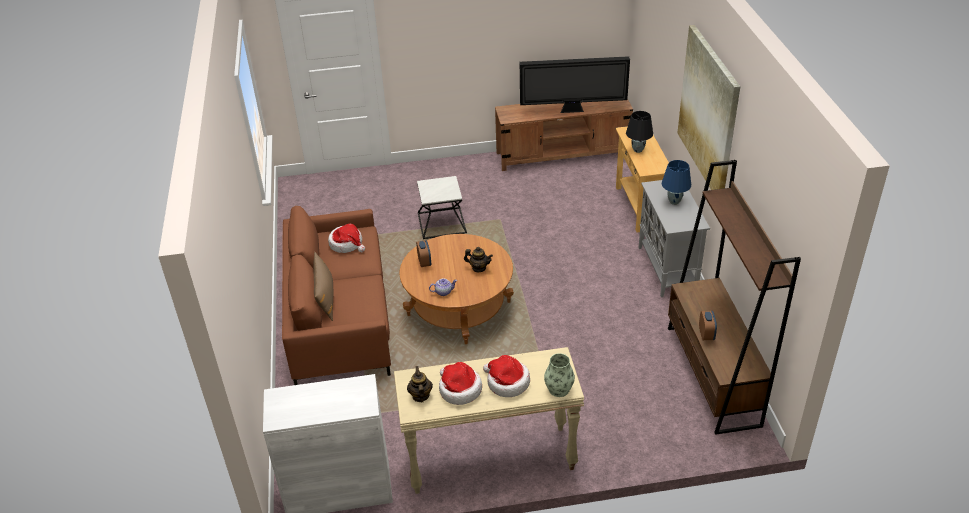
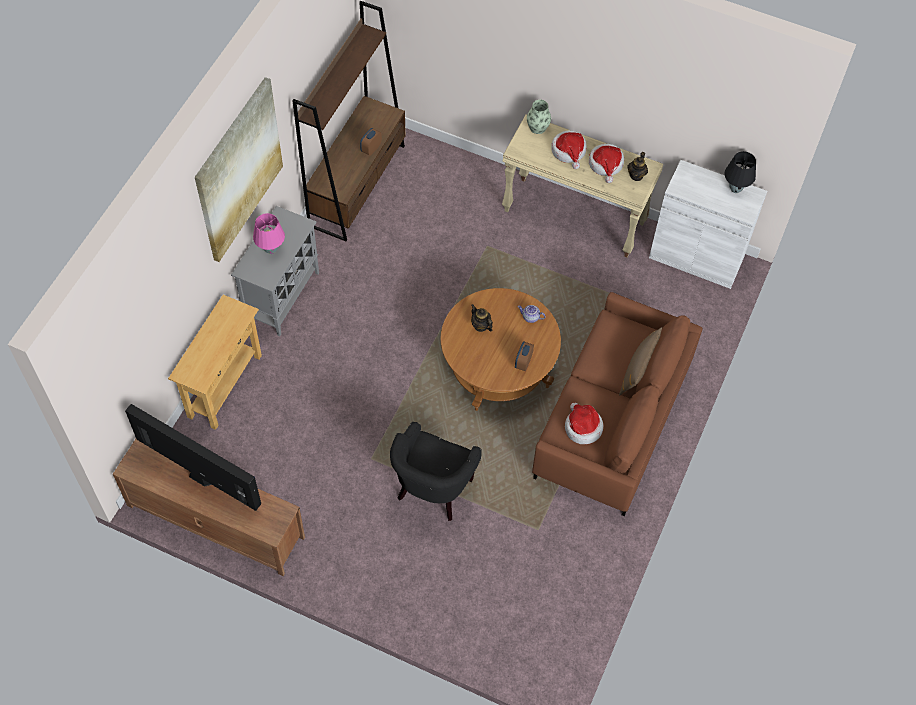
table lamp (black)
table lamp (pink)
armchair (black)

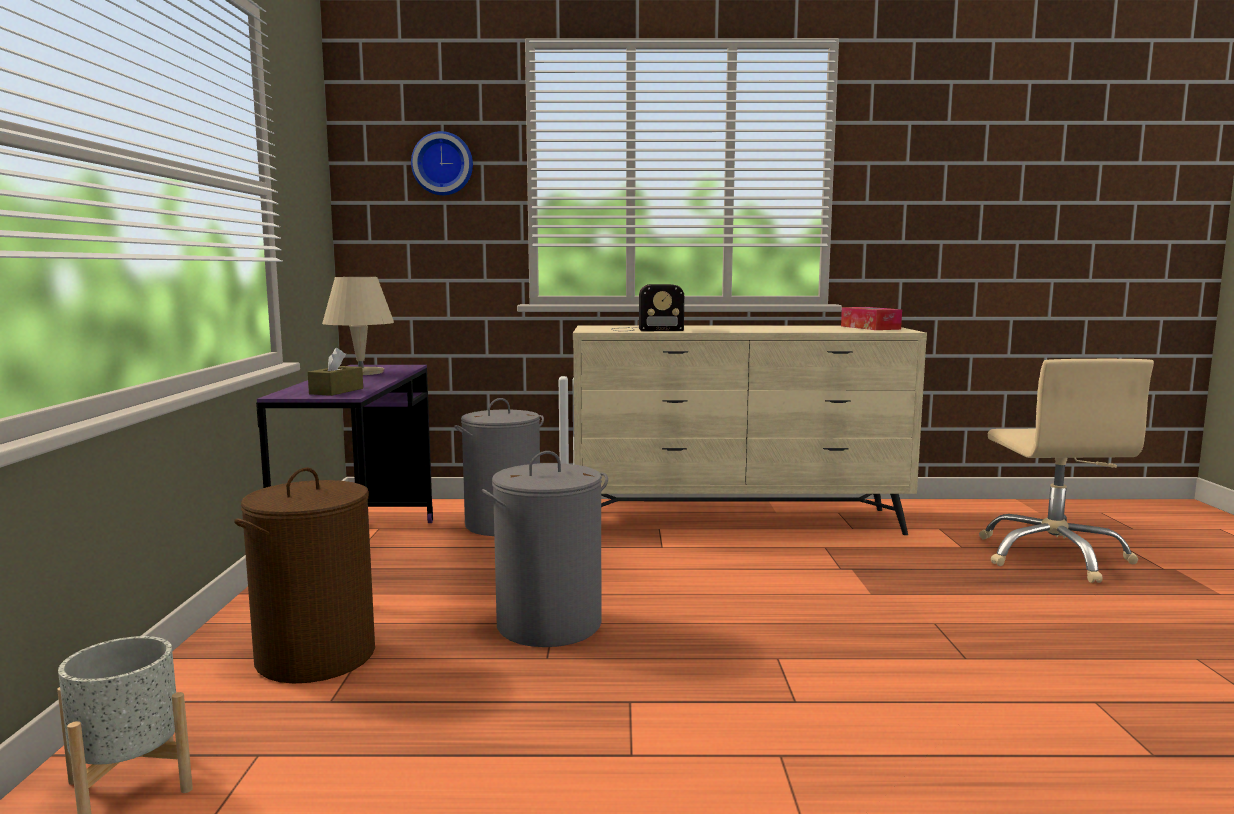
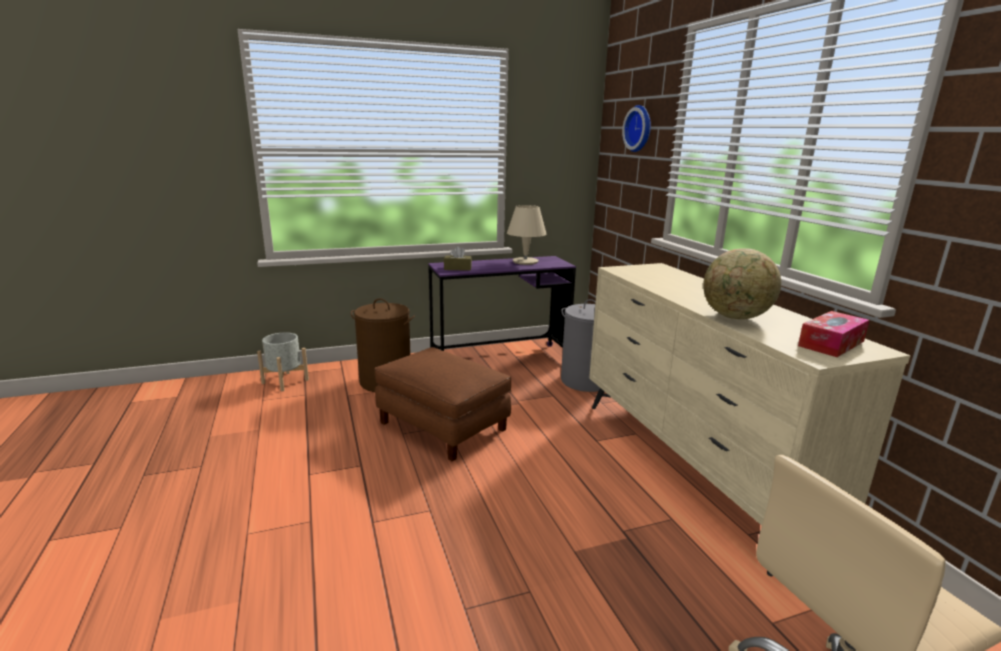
radio
ottoman (brown)
globe

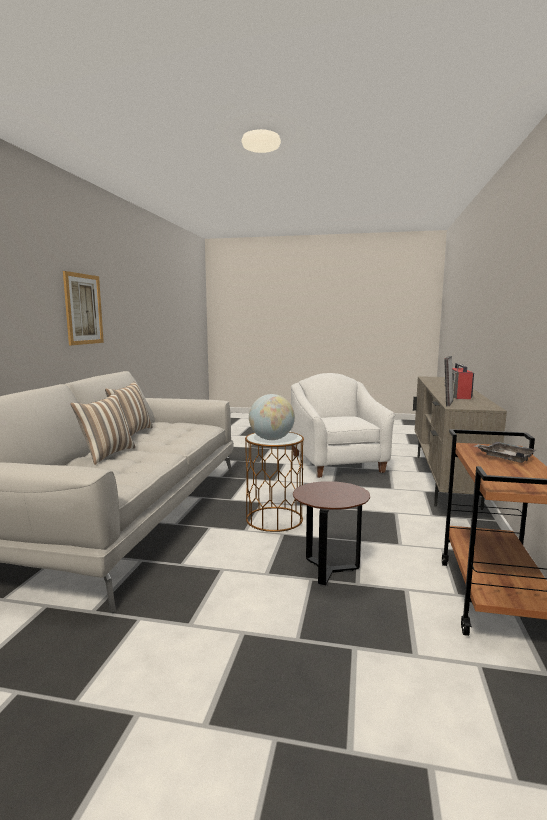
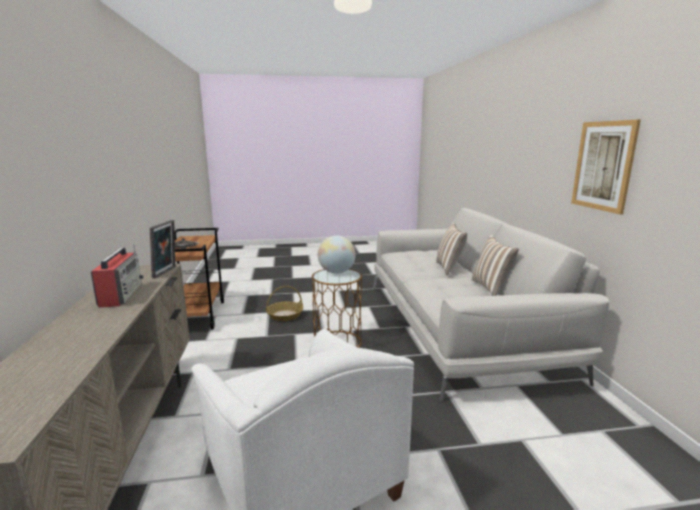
basket

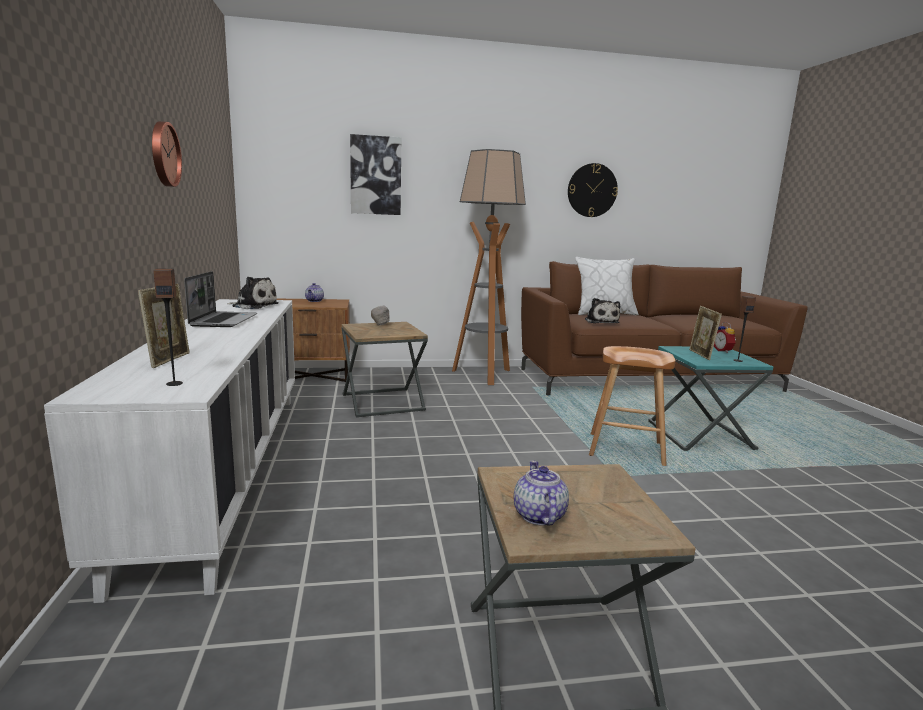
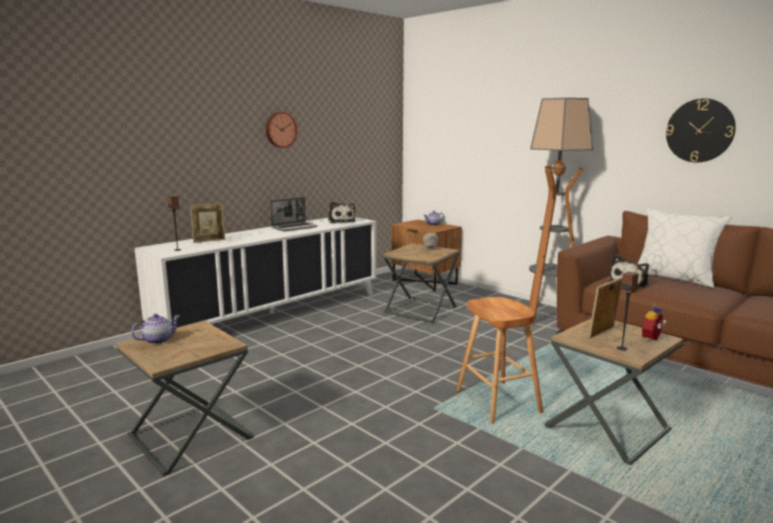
picture
side table (brown) (no. 3 from left)

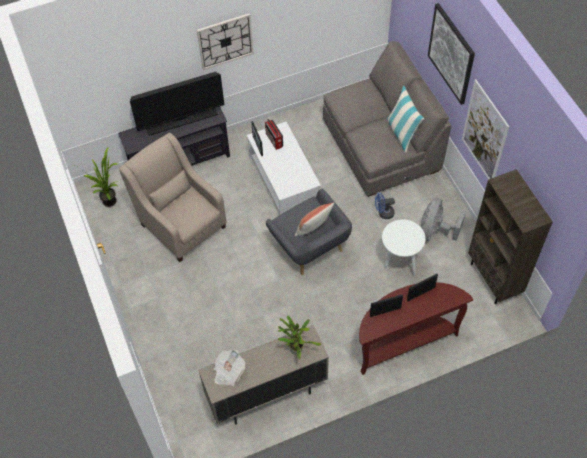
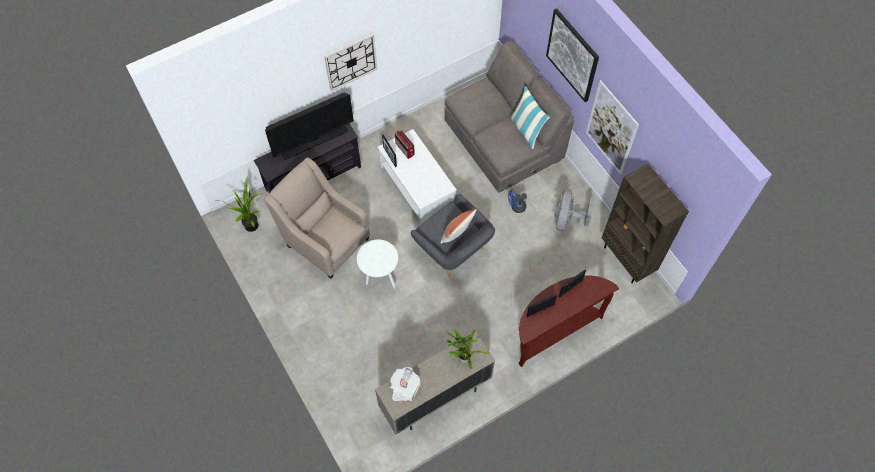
side table (white)

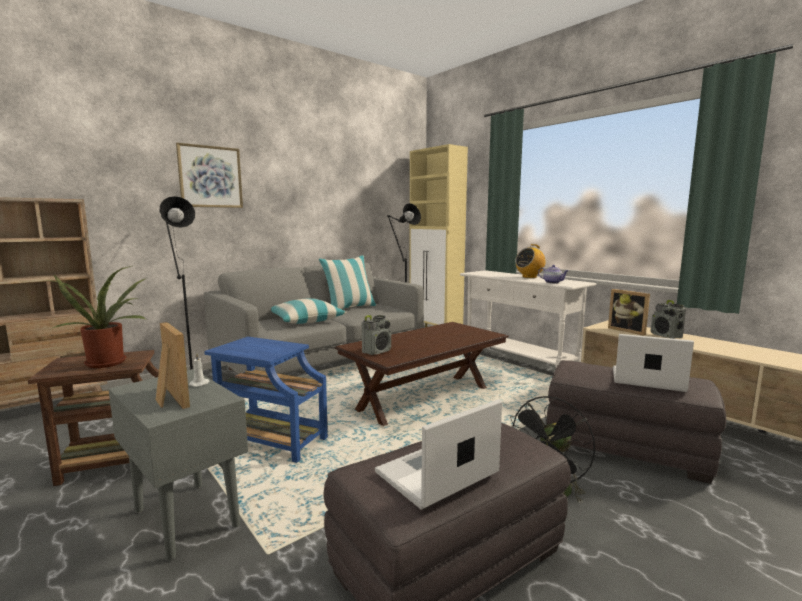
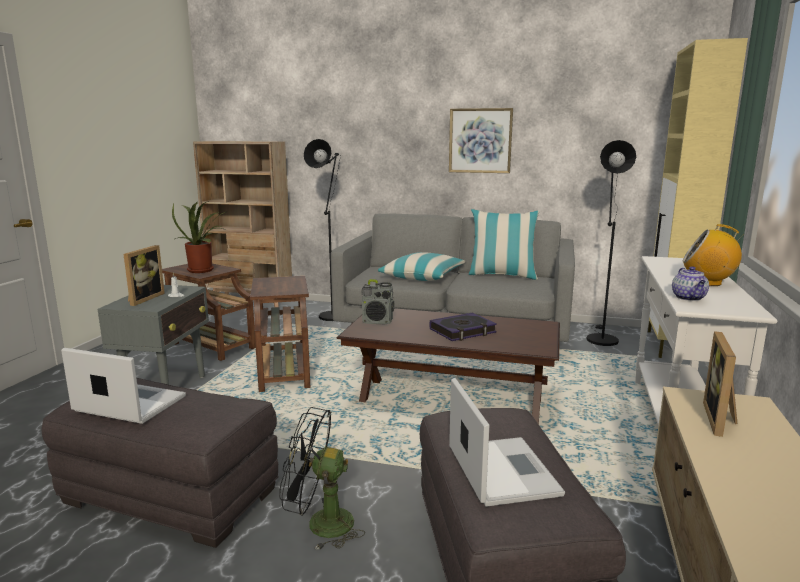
picture
radio (no. 3 from left in the first image)
side table (brown) (no. 2 from left)
book

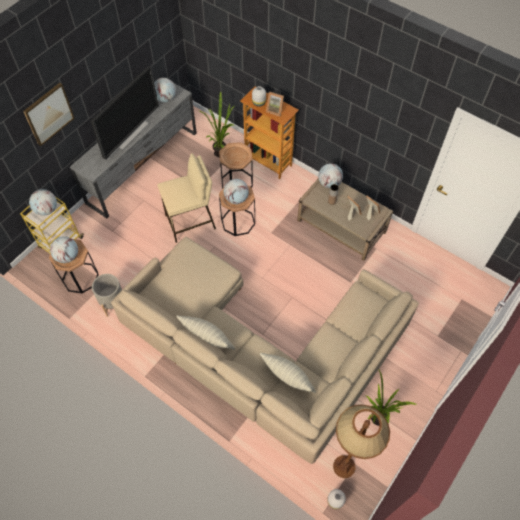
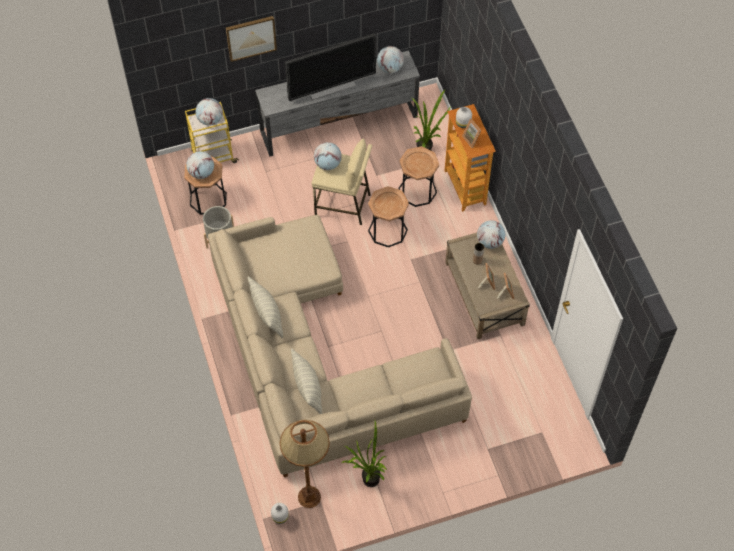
globe (no. 3 from left)

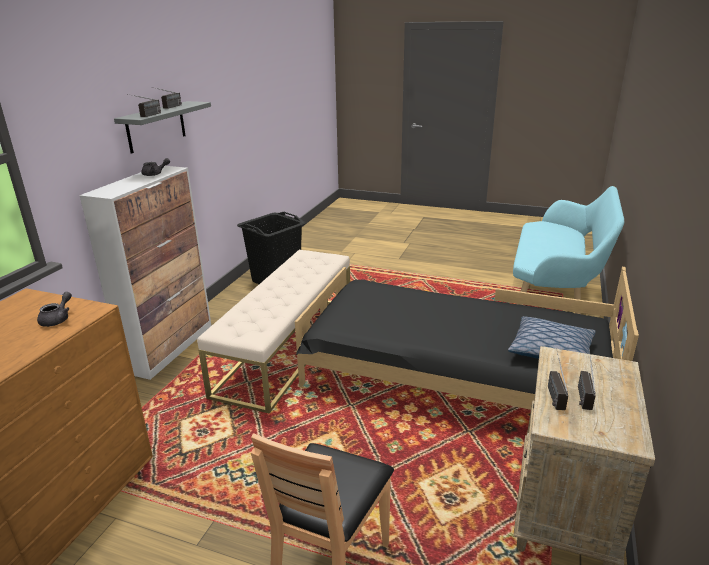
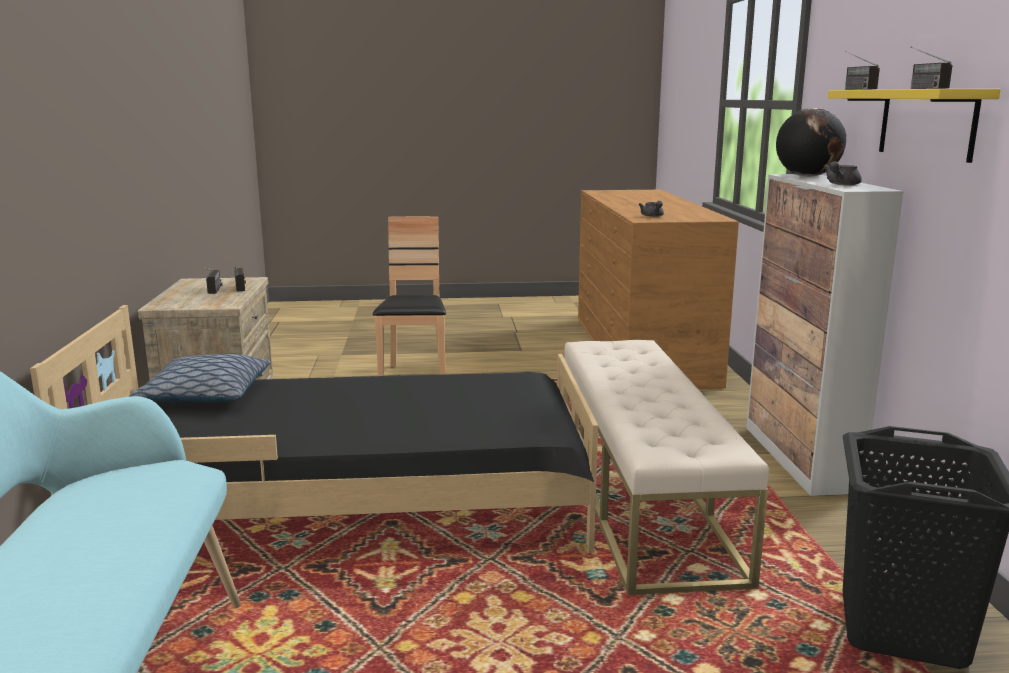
shelf (yellow)
globe

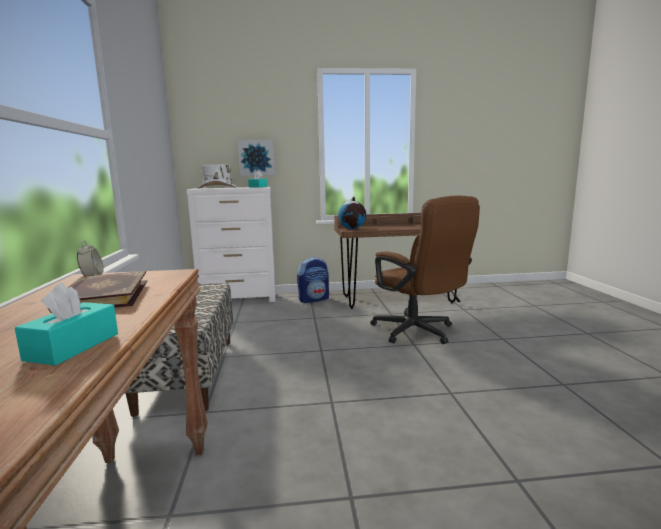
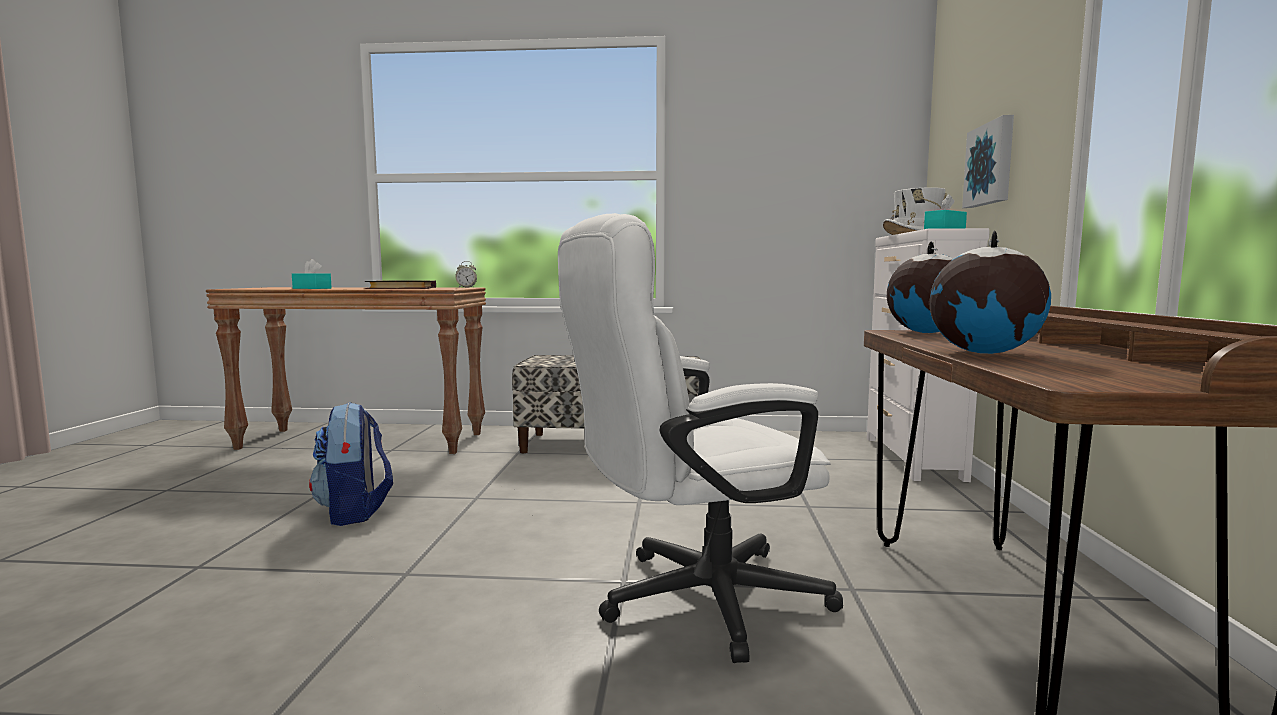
office chair (white)
backpack
globe (no. 2 from left)

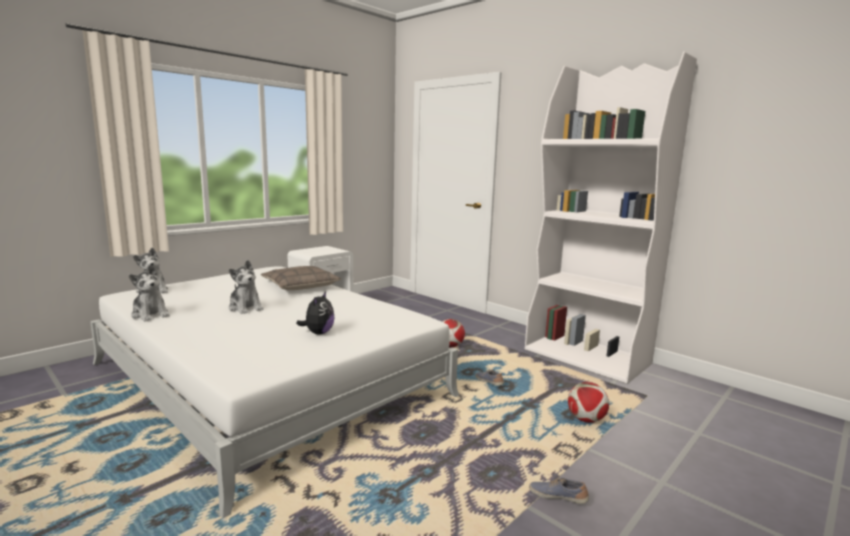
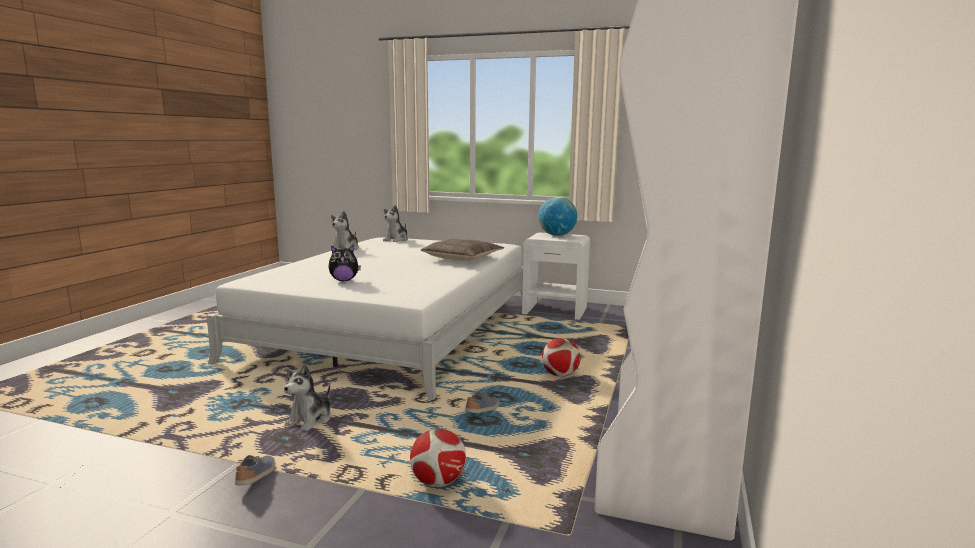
plush toy (no. 1 from left)
globe

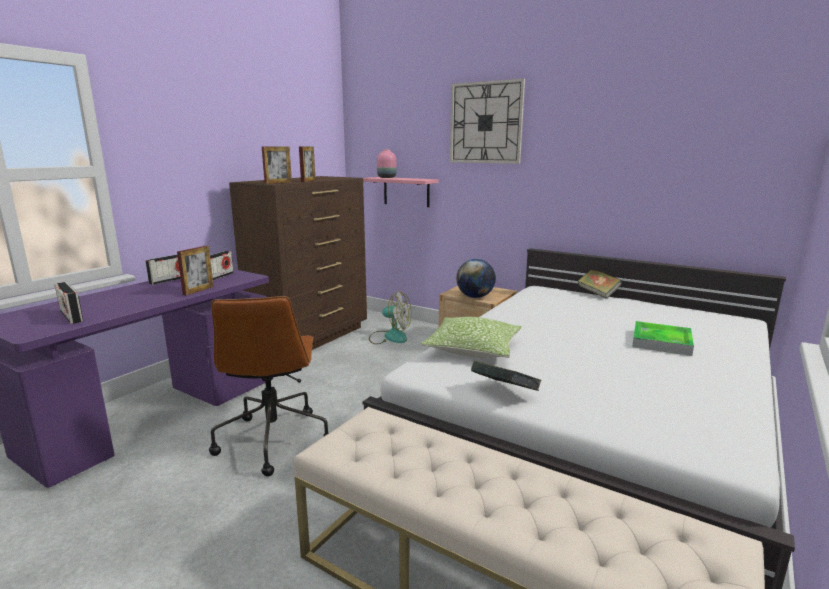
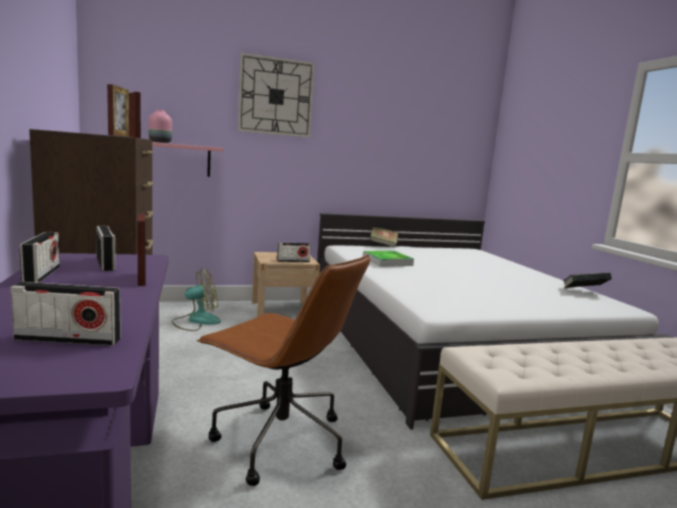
radio (no. 4 from left)
pillow
tray
book (no. 2 from left)

